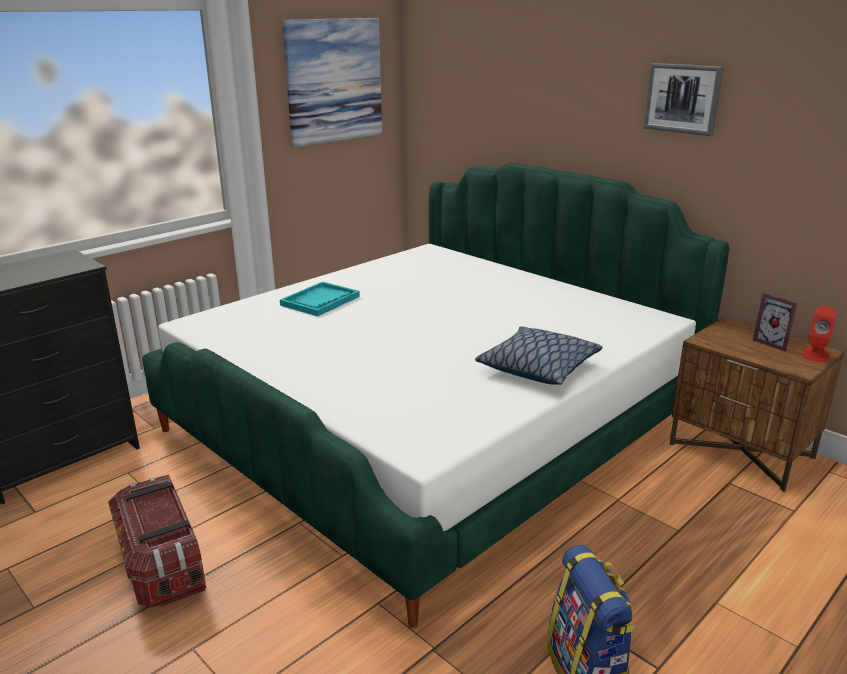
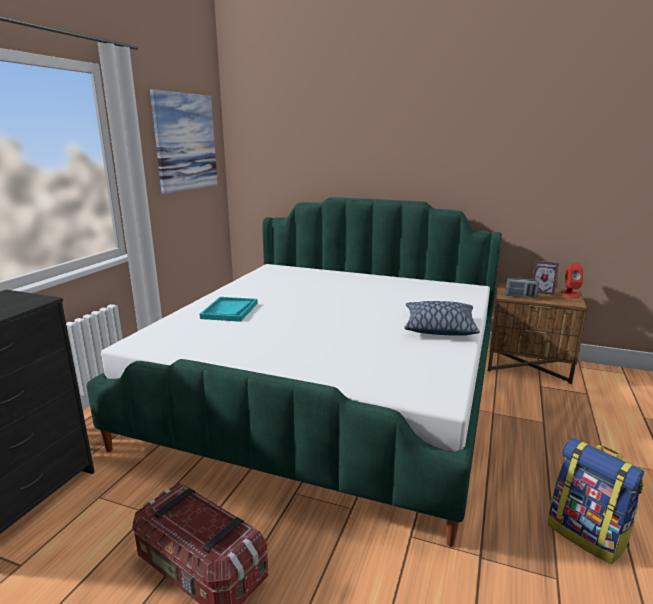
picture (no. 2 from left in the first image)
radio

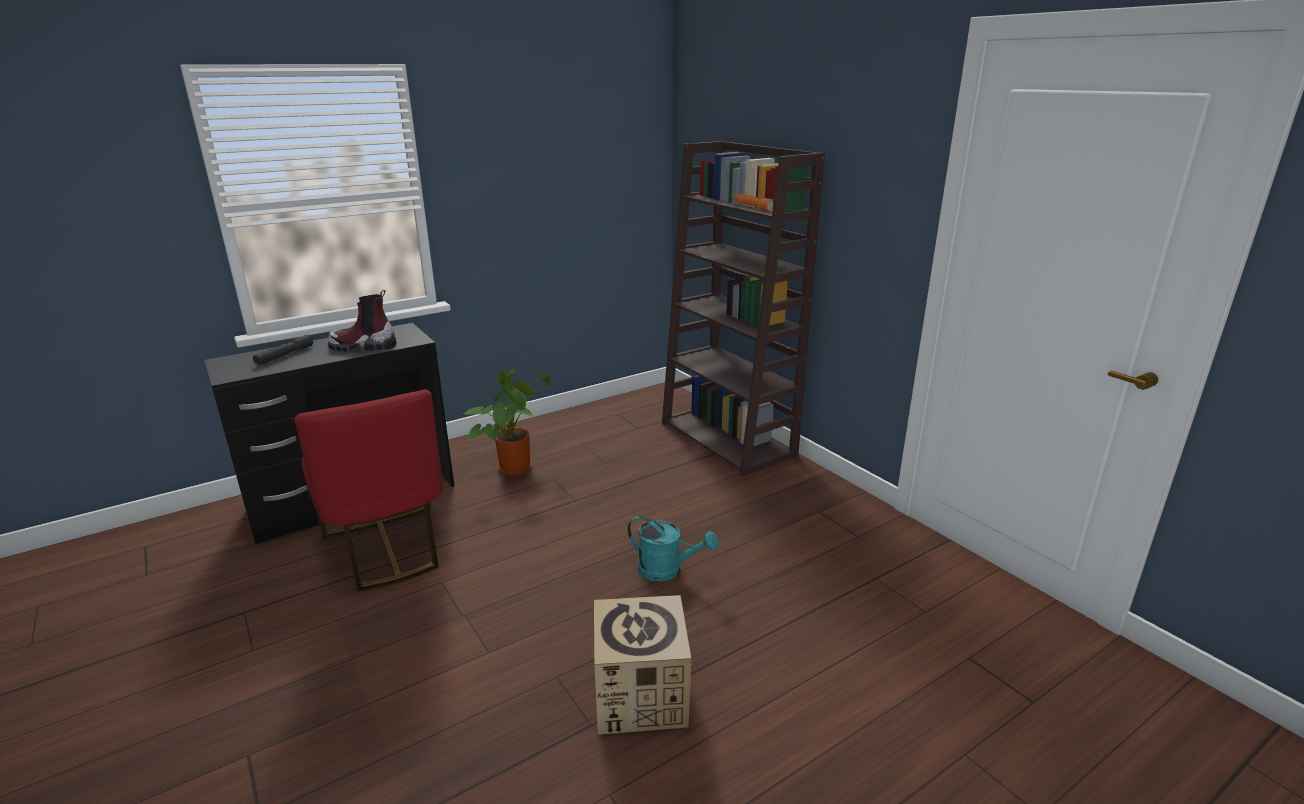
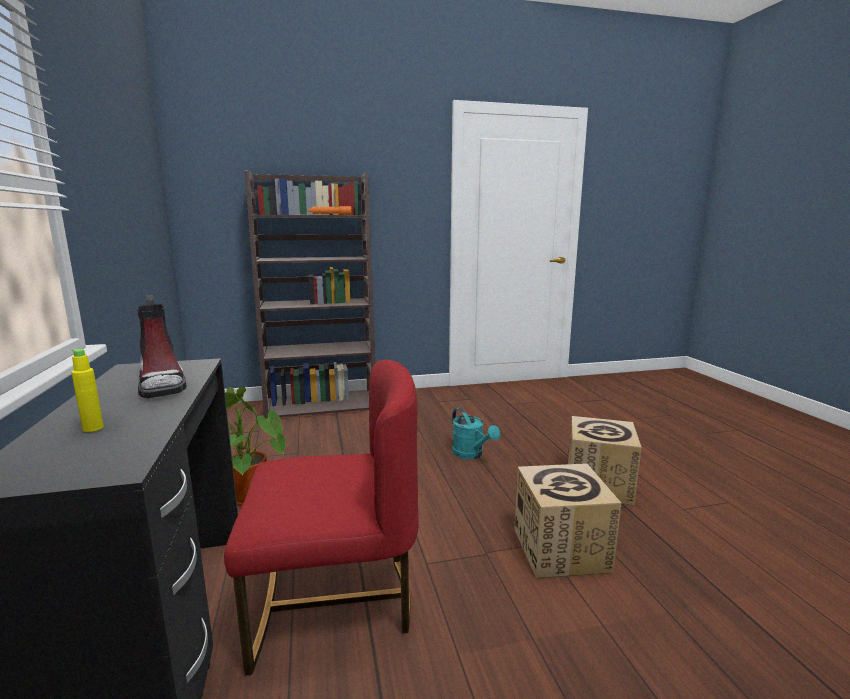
boot
bottle (yellow)
watering can (turquoise)
cardboard box (no. 1 from left)

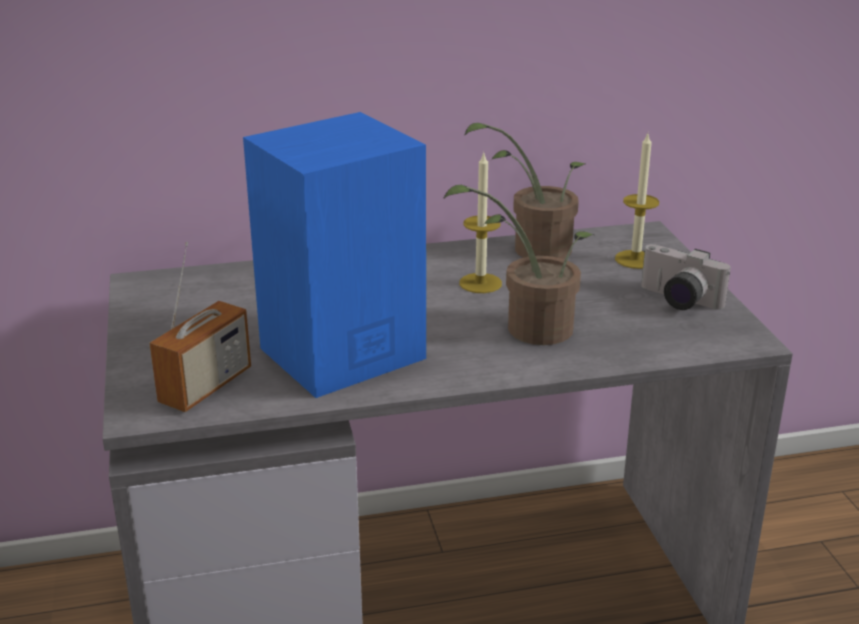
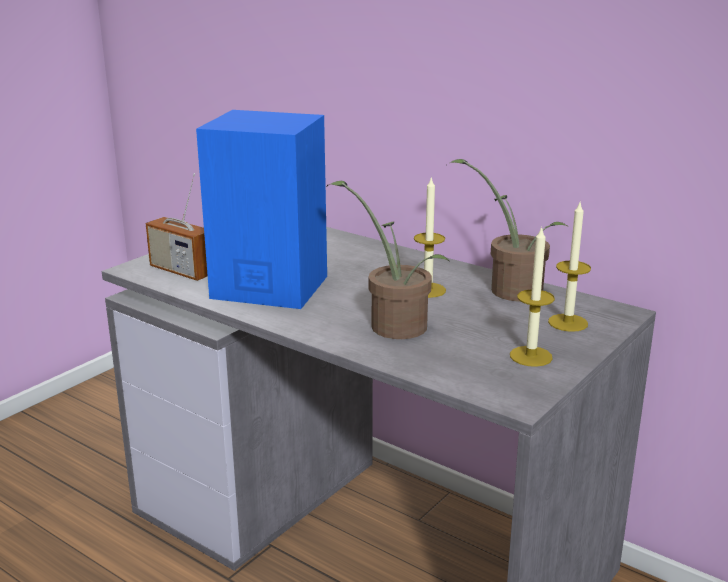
radio
candle (no. 2 from left)

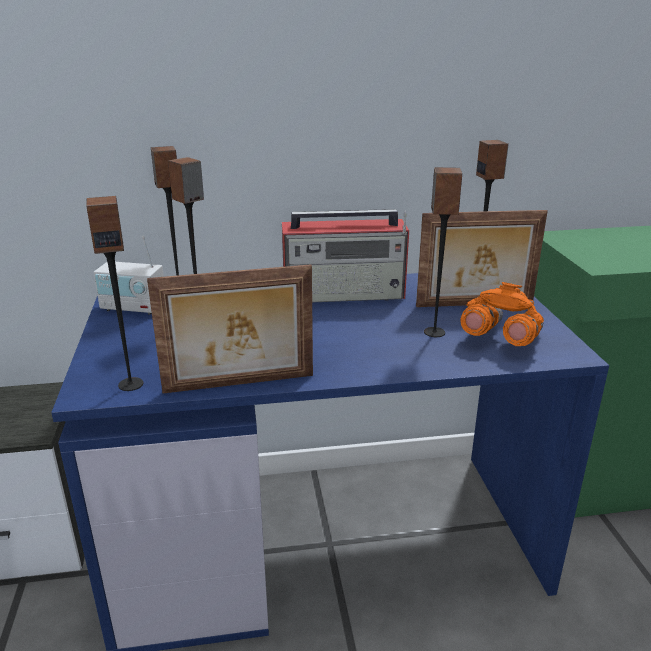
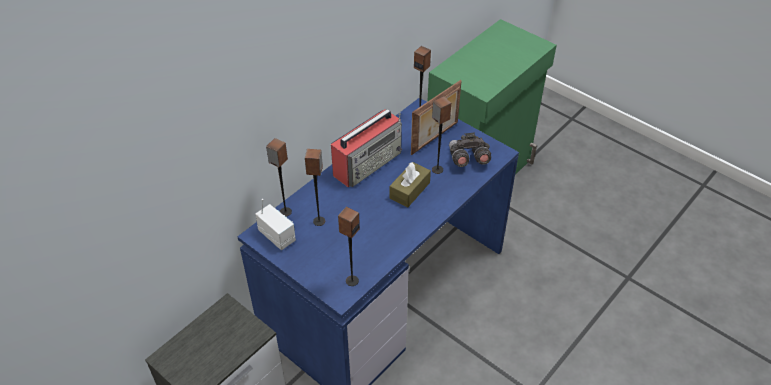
radio (no. 1 from left)
picture frame (no. 1 from left in the first image)
binoculars (grey)
tissue box (brown)

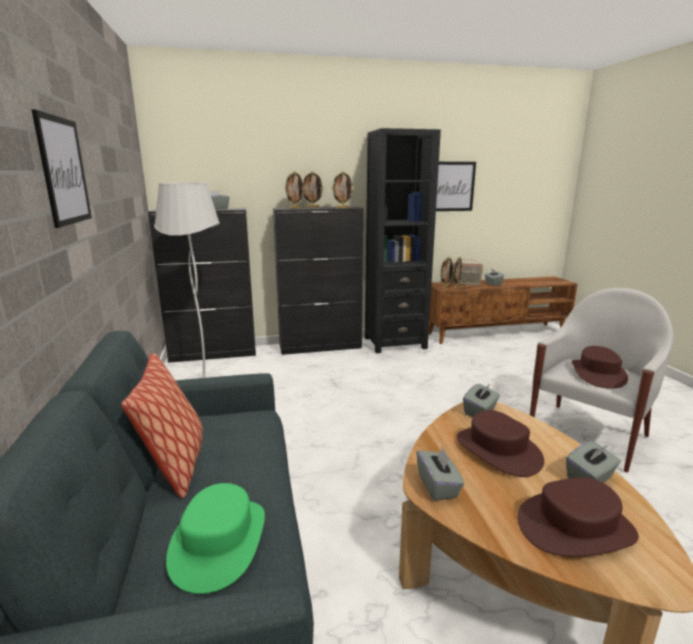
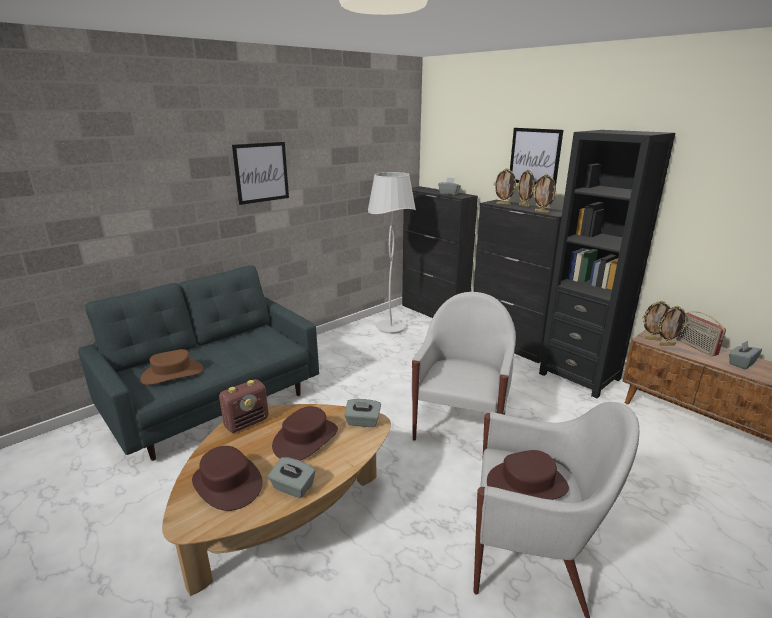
picture (no. 2 from left)
pillow
radio (no. 1 from left)
hat (brown) (no. 1 from left)
armchair (white) (no. 1 from left)

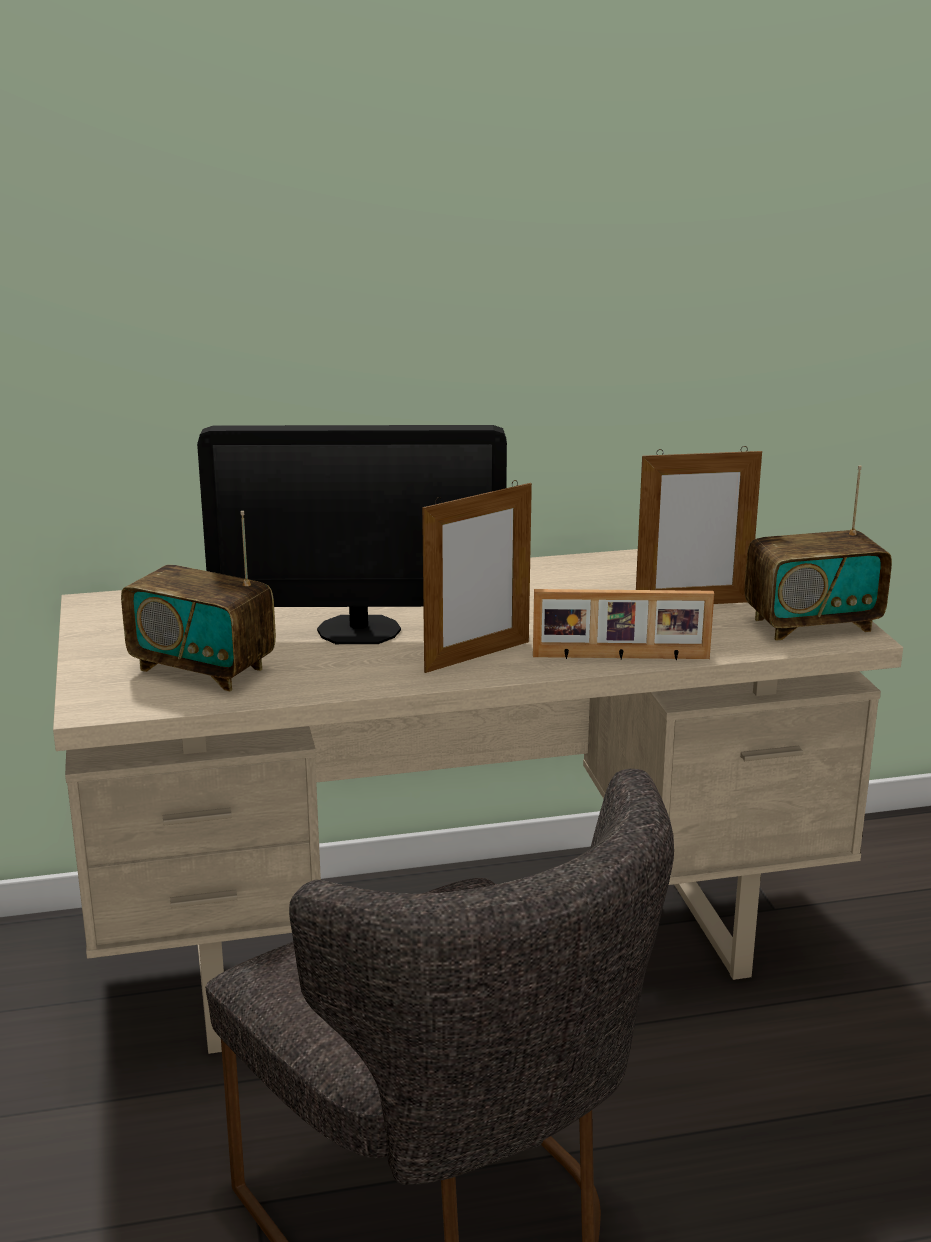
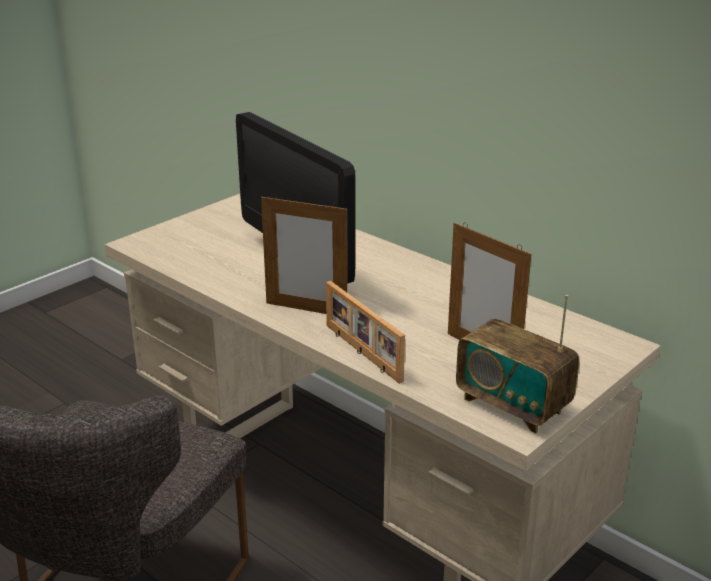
radio (no. 1 from left in the first image)

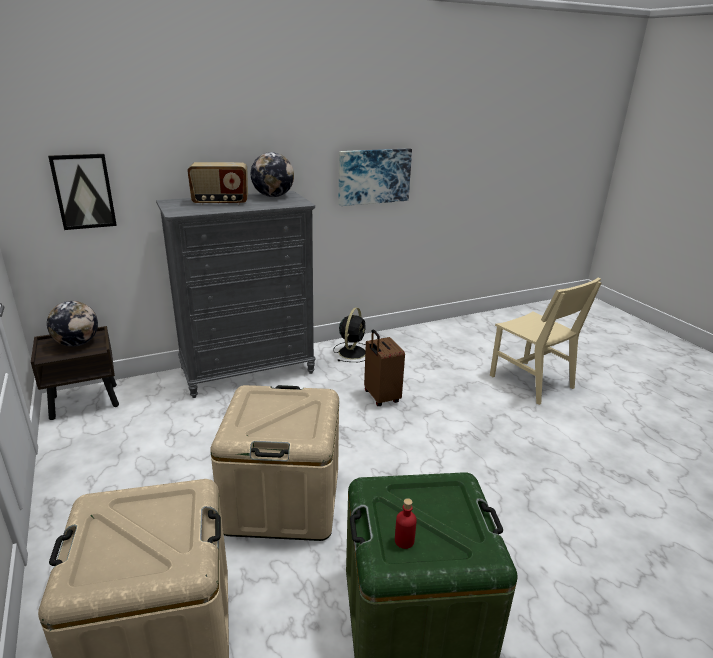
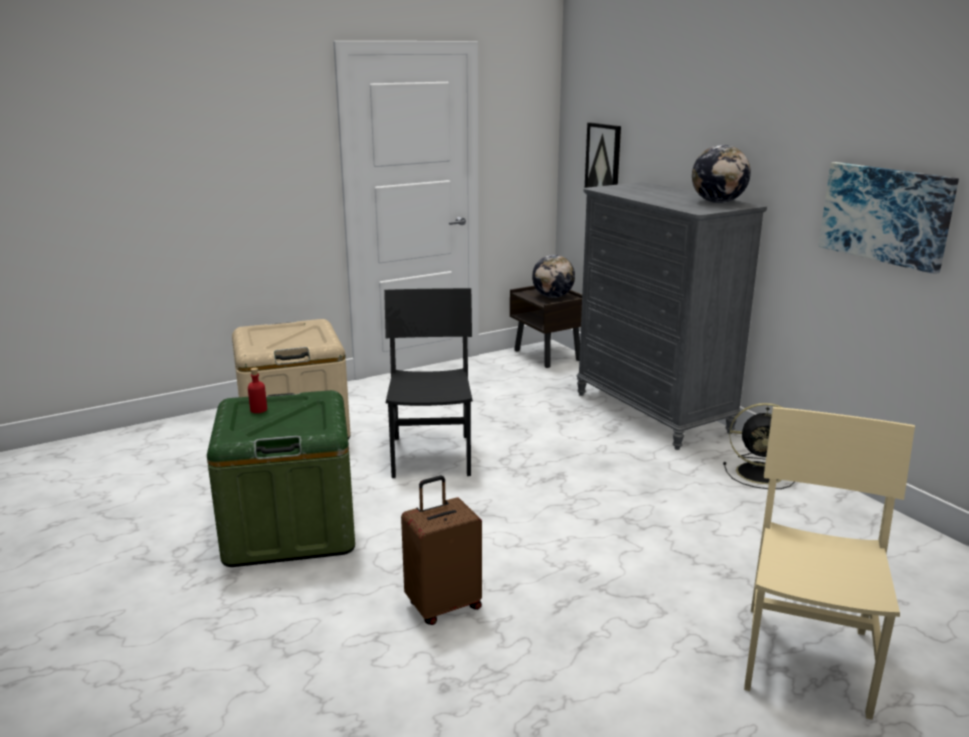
radio
chair (beige)
suitcase (brown)
chair (black)

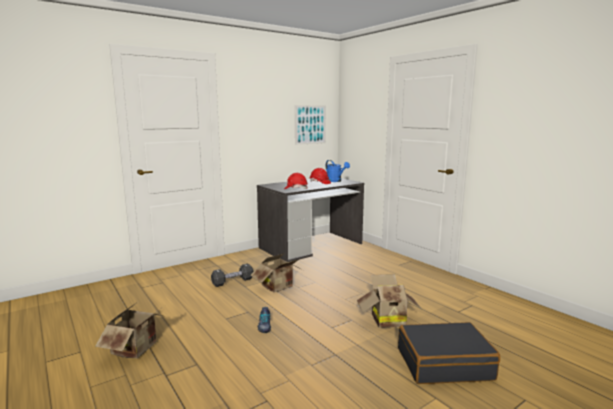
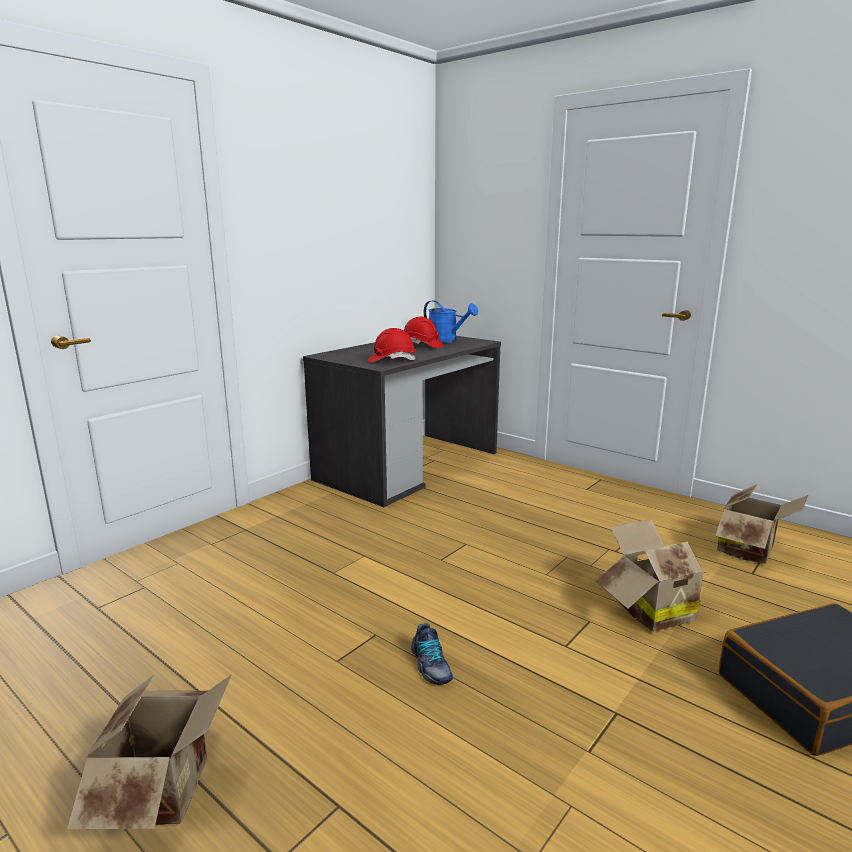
picture
cardboard box (no. 3 from left)
dumbbell (black)

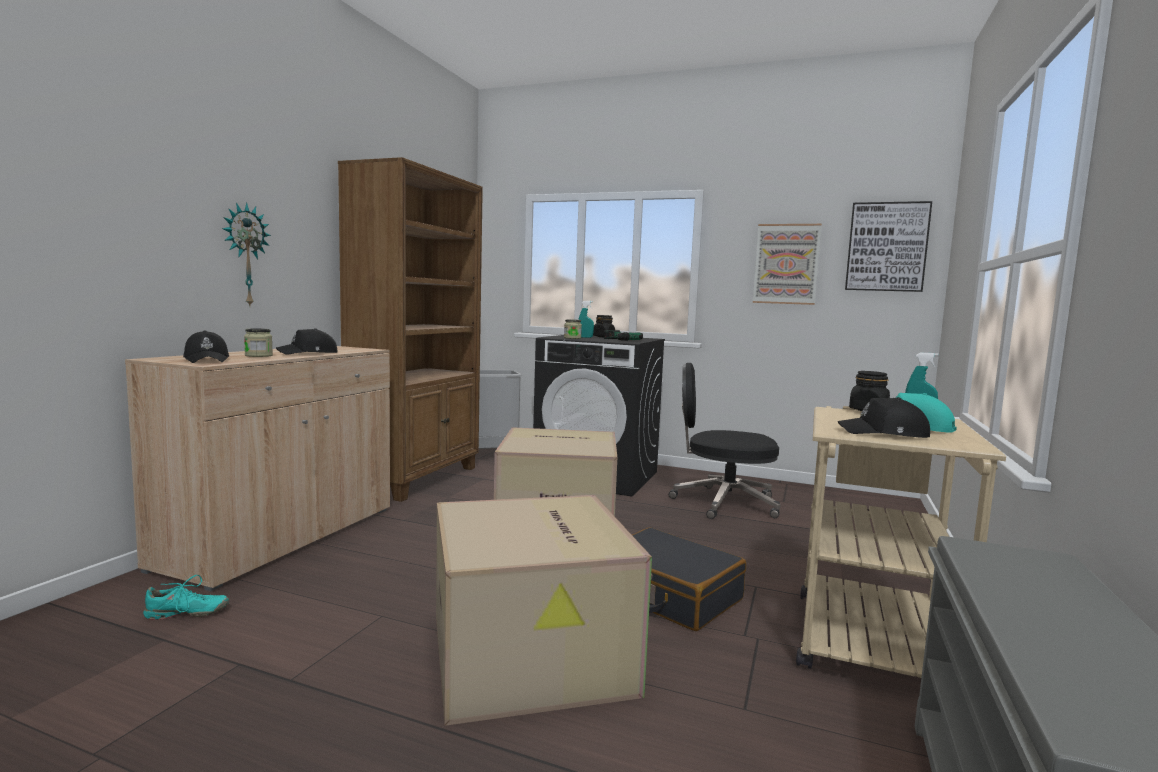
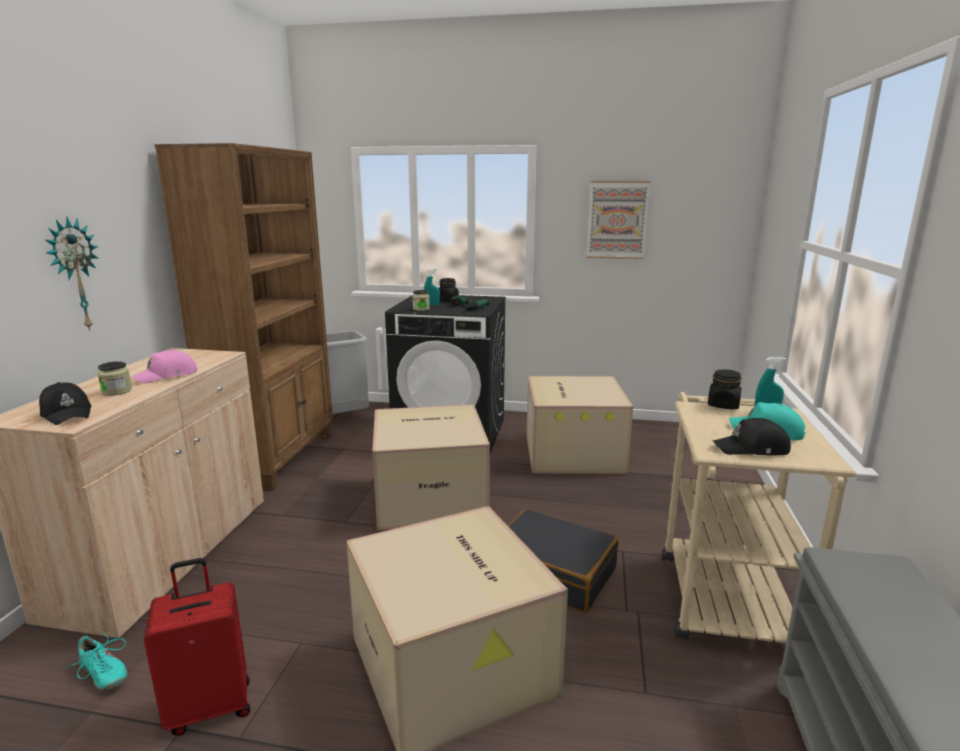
picture (no. 2 from left in the first image)
cap (pink)
cardboard box (no. 3 from left)
shoe (turquoise)
suitcase (red)

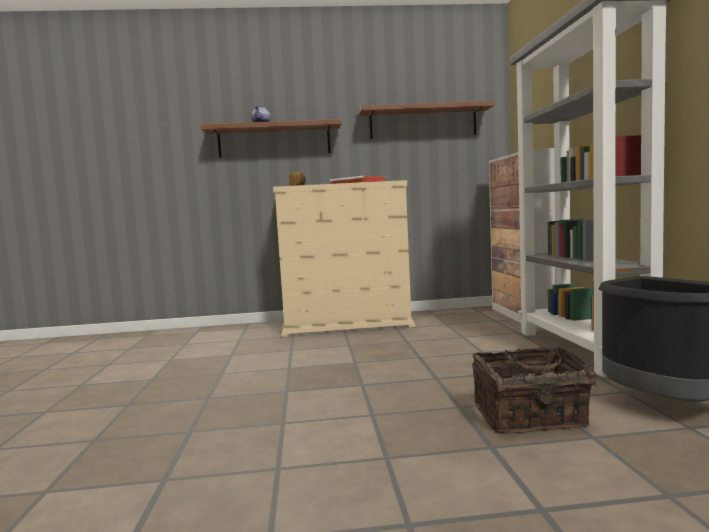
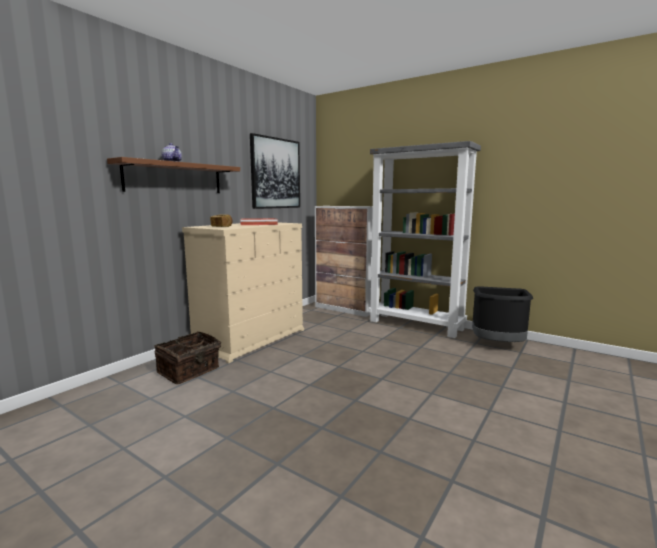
picture
basket

